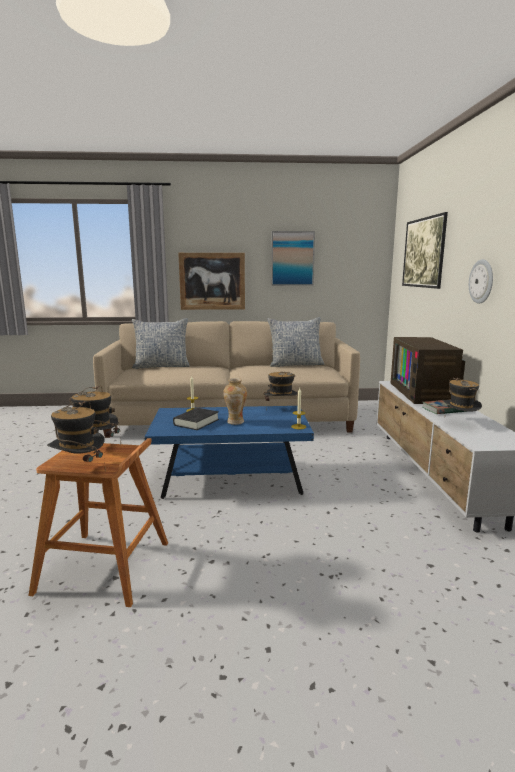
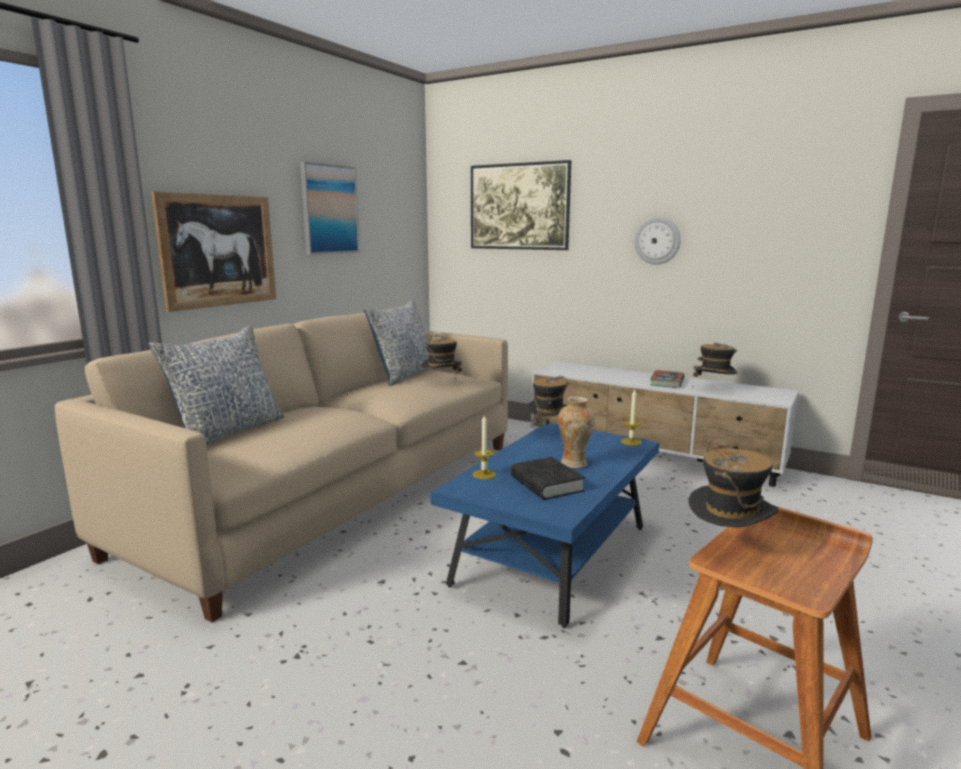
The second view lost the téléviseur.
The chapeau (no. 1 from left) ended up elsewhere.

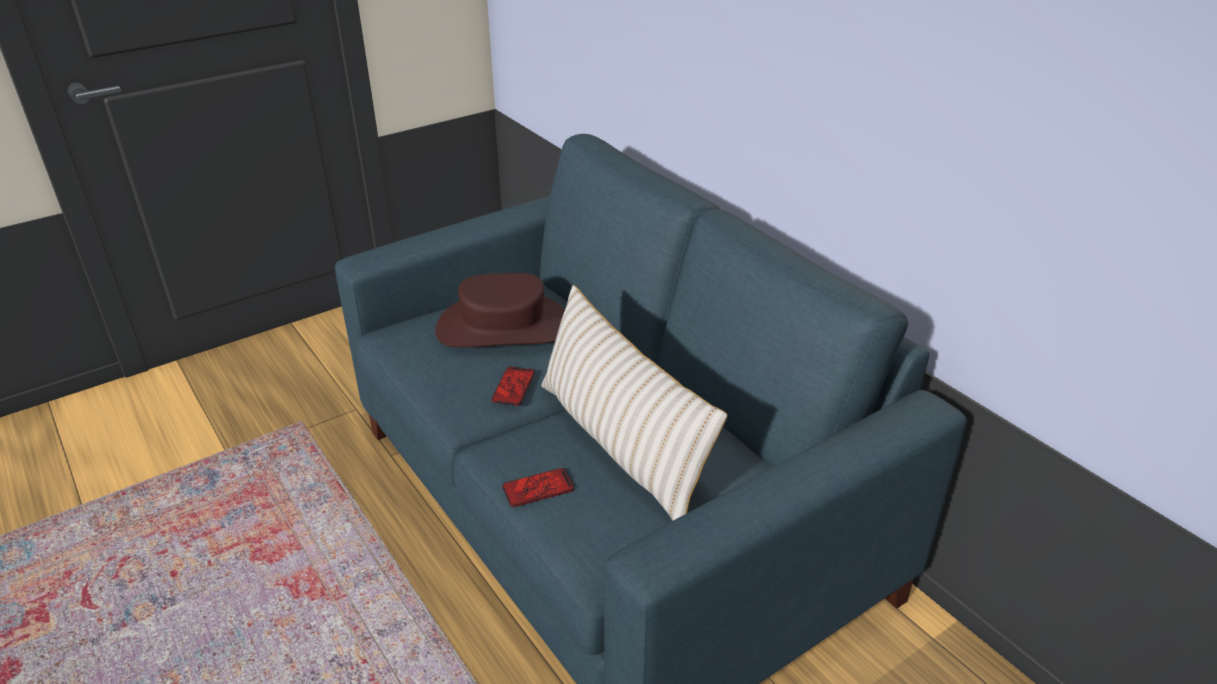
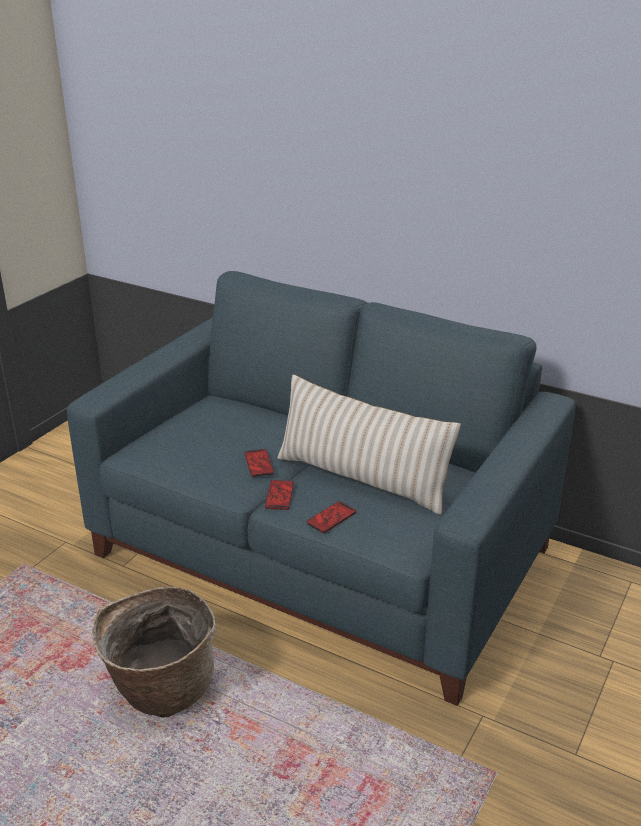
The second view lost the chapeau/marron.
The second view gained the téléphone (no. 2 from left).
The second view gained the panier.

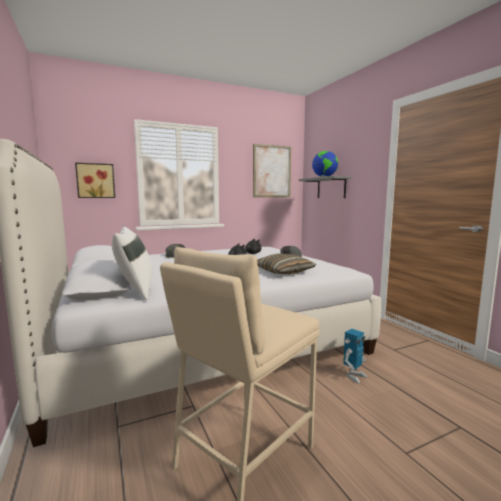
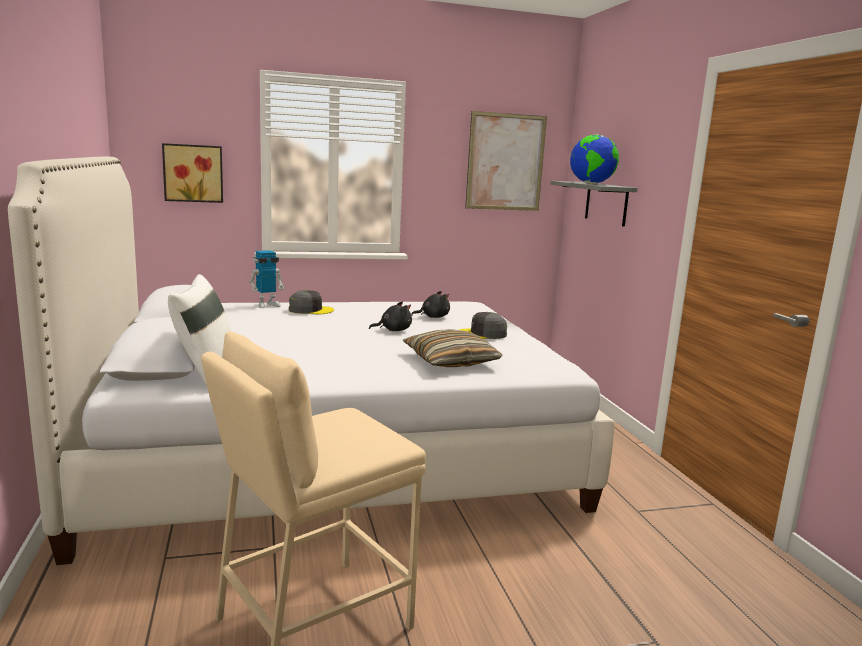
The robot jouet ended up elsewhere.

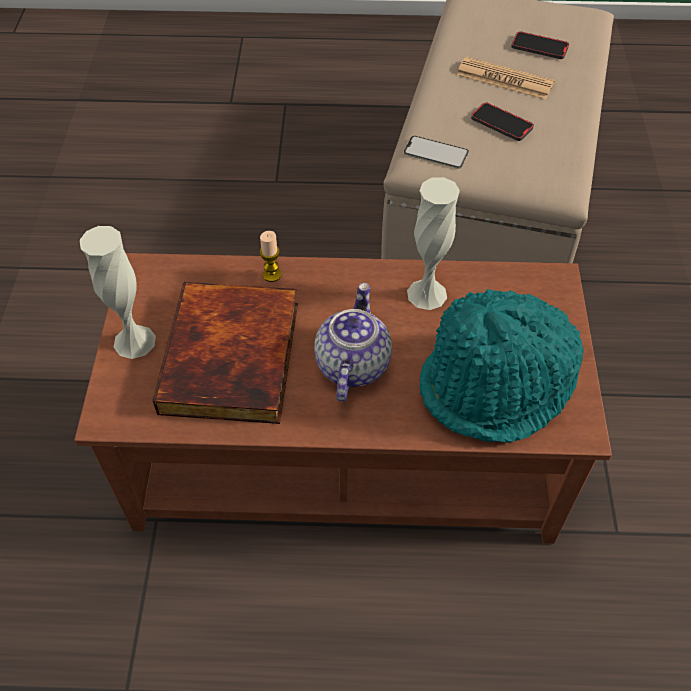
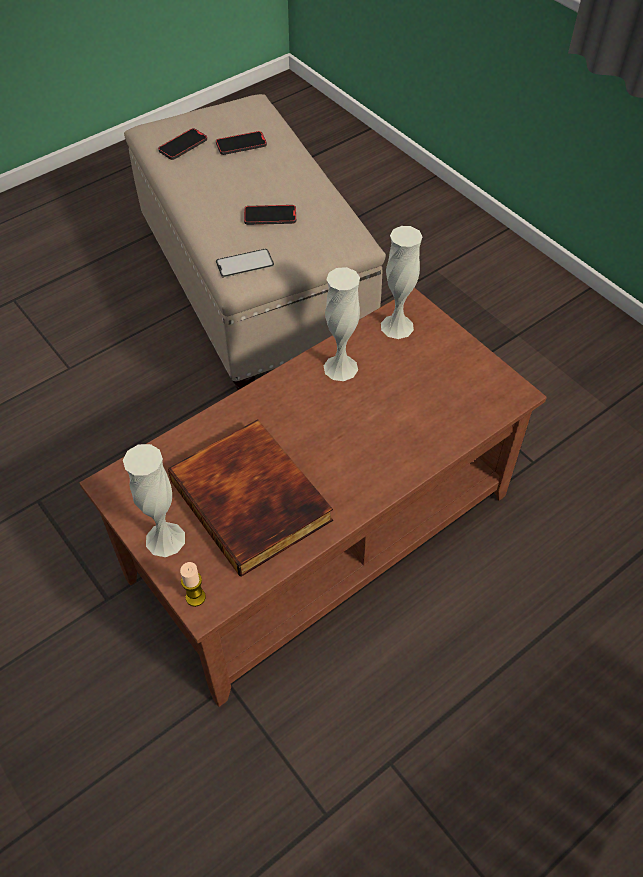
The second view lost the journal.
The bougie ended up elsewhere.
The second view lost the théière.
The second view lost the chapeau/turquoise.
The second view gained the téléphone (no. 1 from left).
The second view gained the vase/blanc (no. 3 from left).

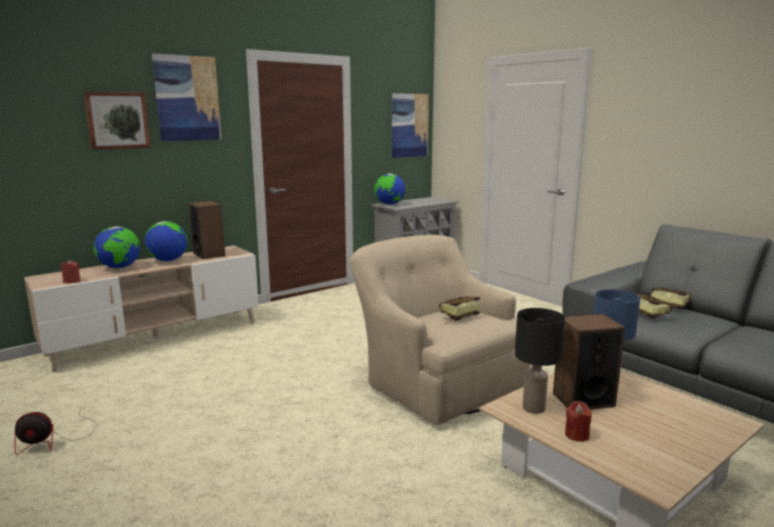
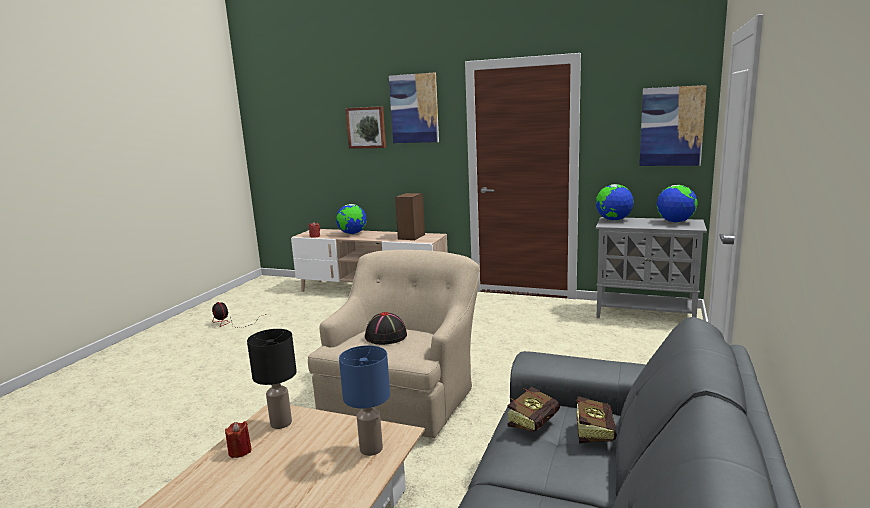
The globe (no. 2 from left in the first image) ended up elsewhere.
Where the livre (no. 1 from left) stood, the chapeau/noir came to stand.
The second view lost the enceinte (no. 2 from left).

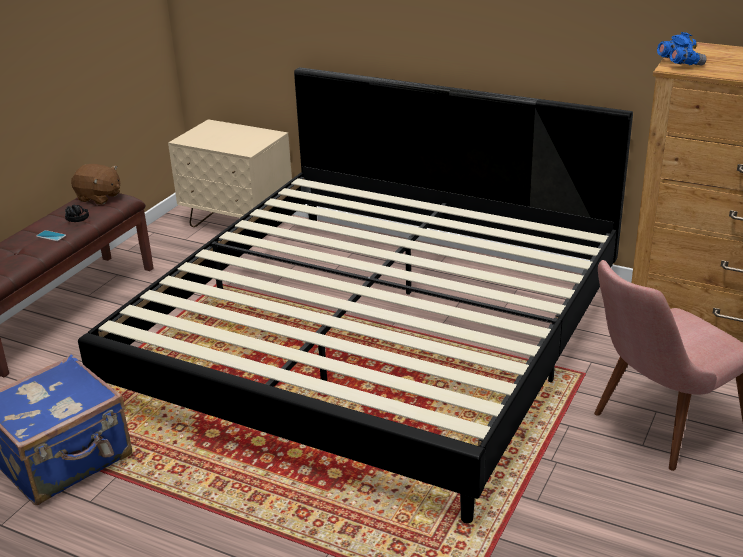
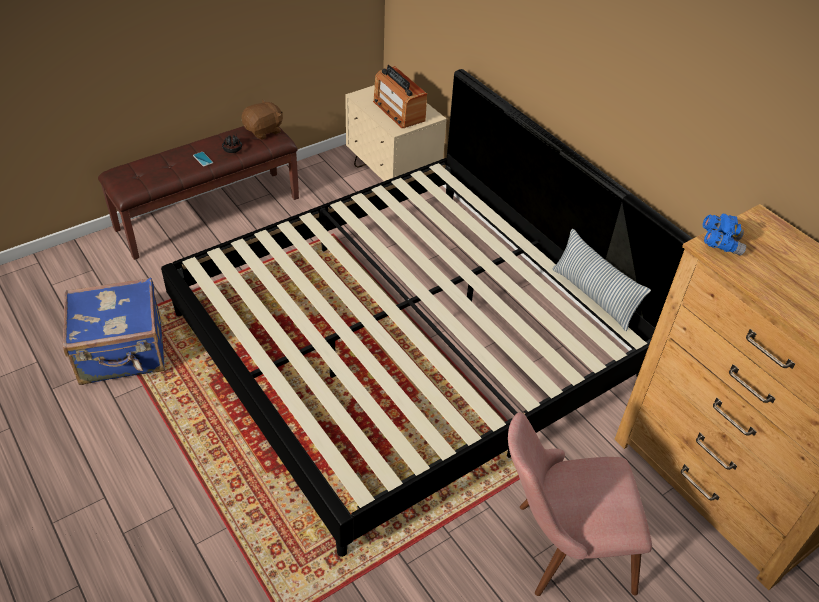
The peluche/marron ended up facing another way, 90 degrees counterclockwise from before.
The second view gained the radio.
The second view gained the coussin.

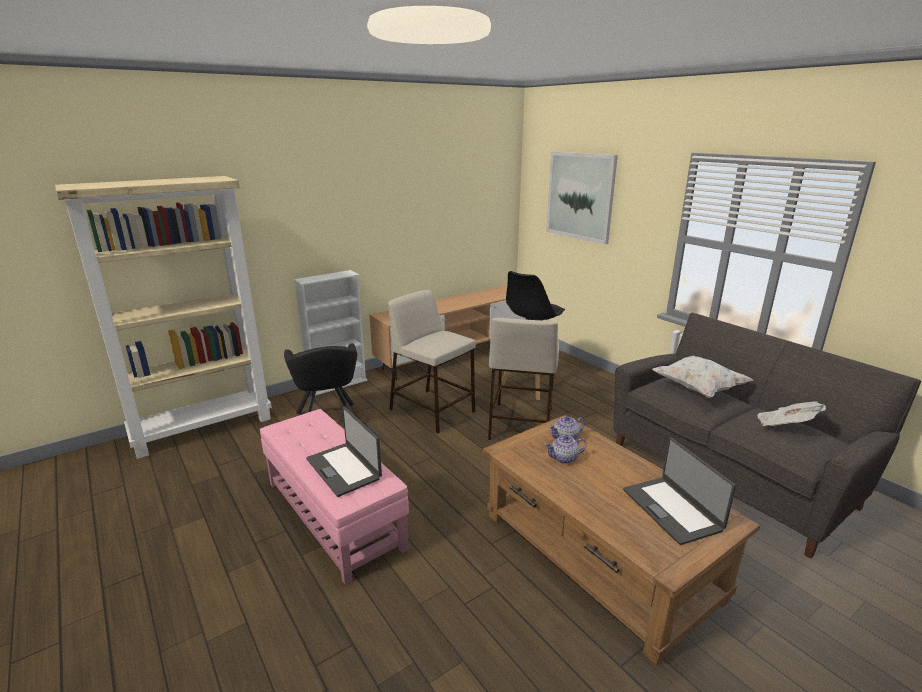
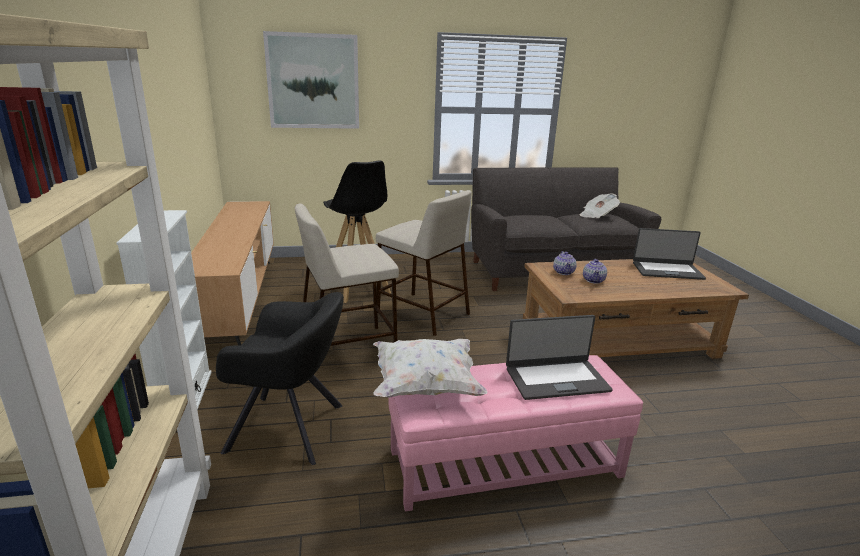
The coussin/blanc ended up elsewhere.

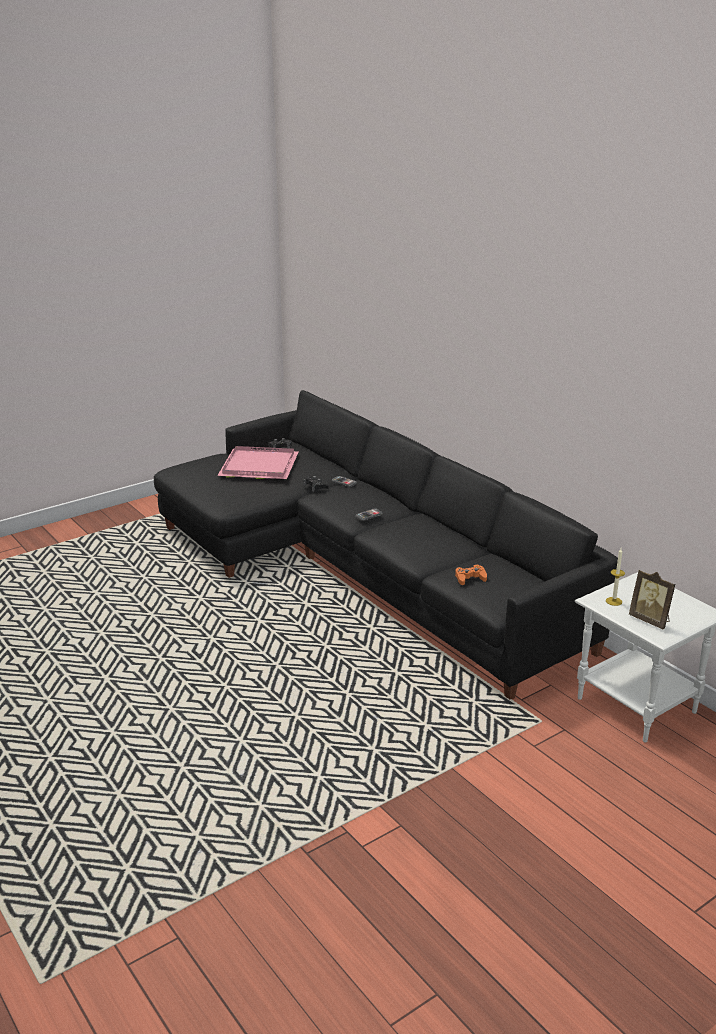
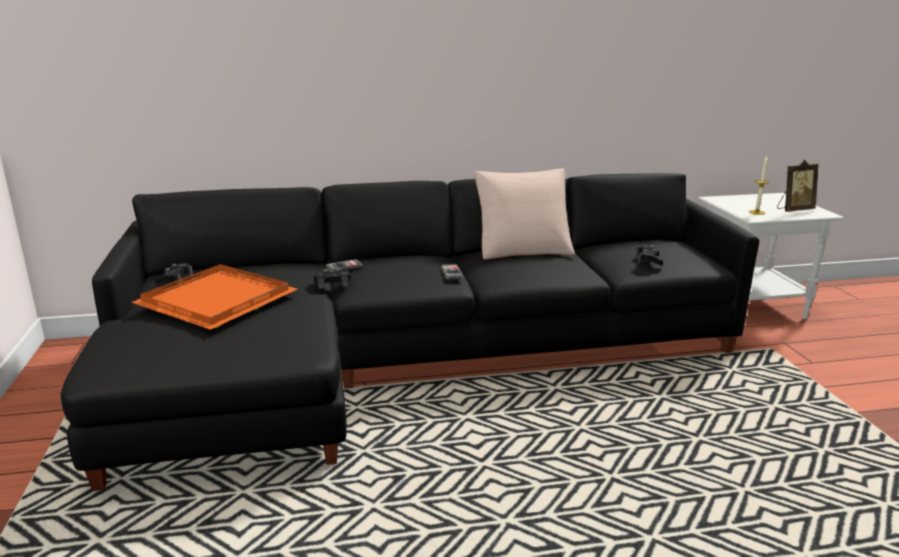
What was the plateau/rose turned into the plateau/orange.
What was the manette/orange turned into the manette/noir (no. 3 from left).
The second view gained the coussin/beige.

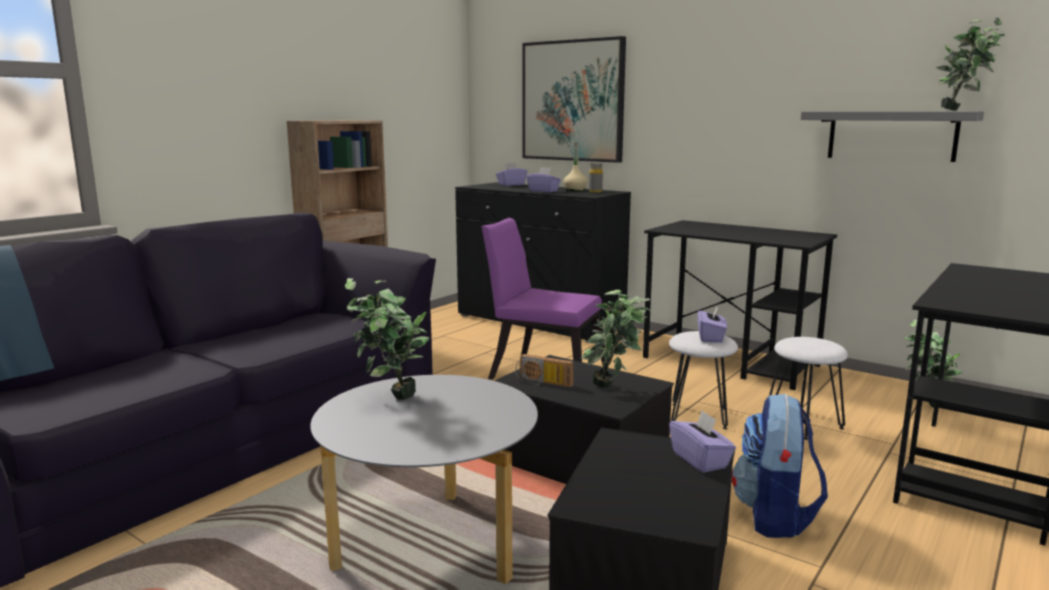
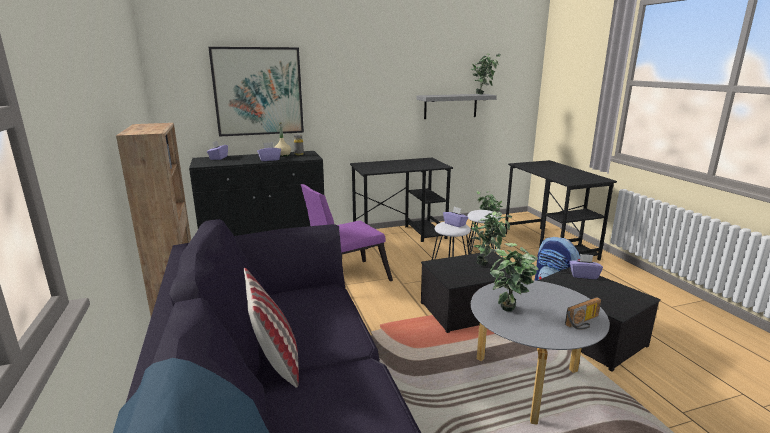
The radio ended up elsewhere.
The second view gained the coussin.

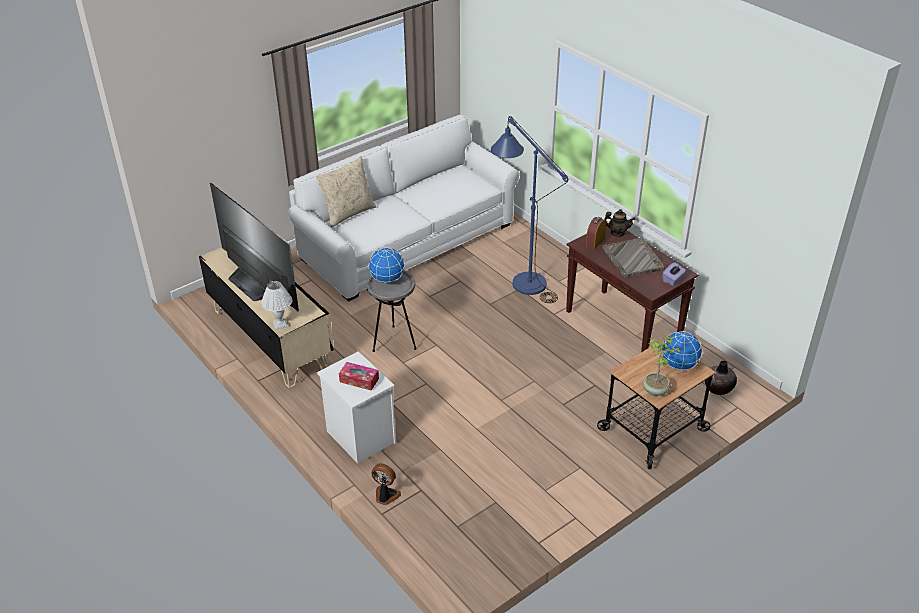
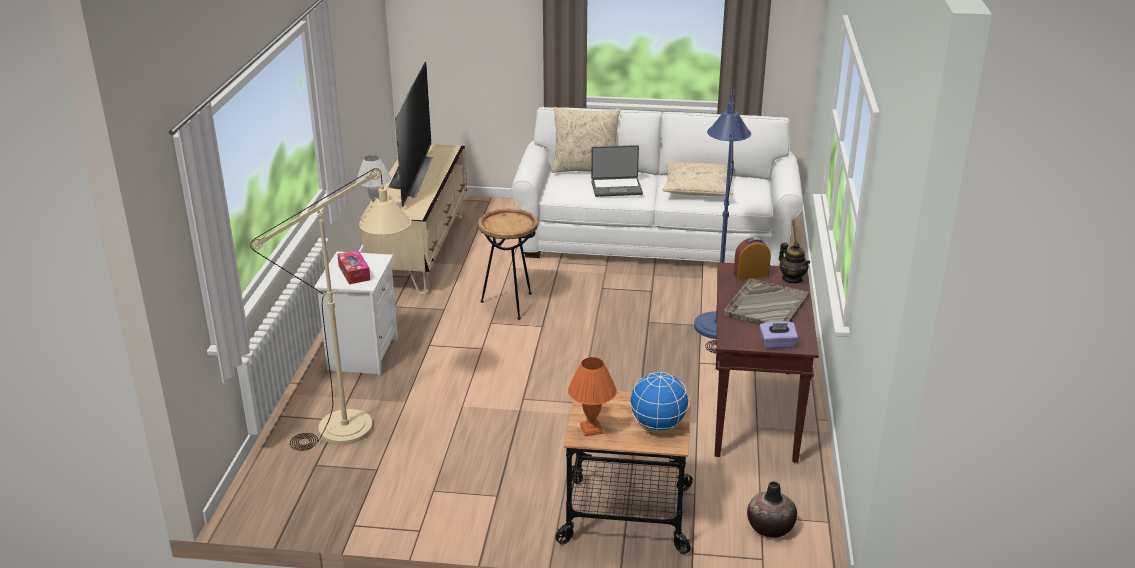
The second view lost the globe (no. 1 from left).
What was the table d'appoint/gris turned into the table d'appoint/marron.
Where the plante en pot stood, the lampe de table/orange came to stand.
The second view lost the ventilateur.
The second view gained the ordinateur portable.
The second view gained the coussin/beige (no. 2 from left).
The second view gained the lampadaire/beige.

